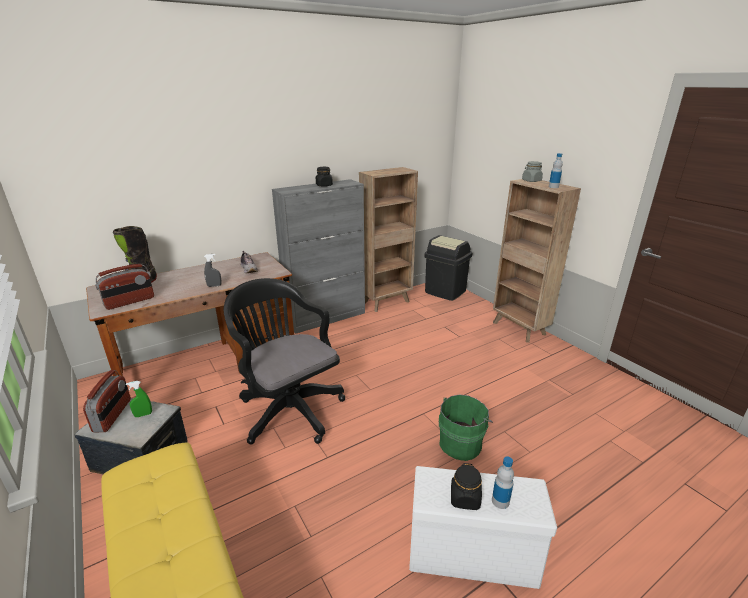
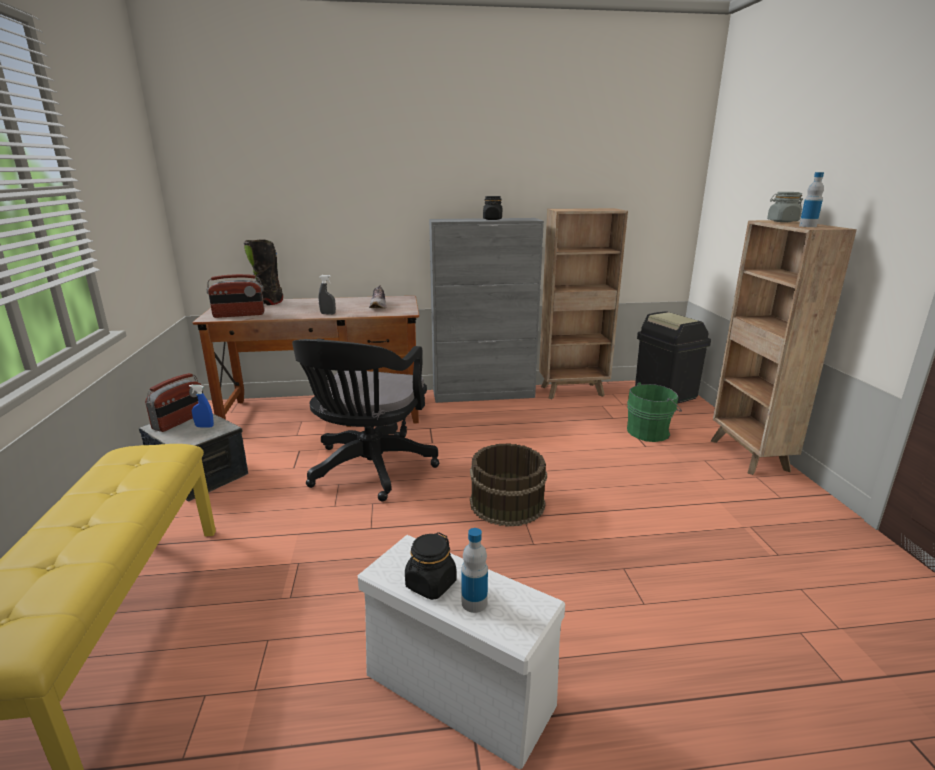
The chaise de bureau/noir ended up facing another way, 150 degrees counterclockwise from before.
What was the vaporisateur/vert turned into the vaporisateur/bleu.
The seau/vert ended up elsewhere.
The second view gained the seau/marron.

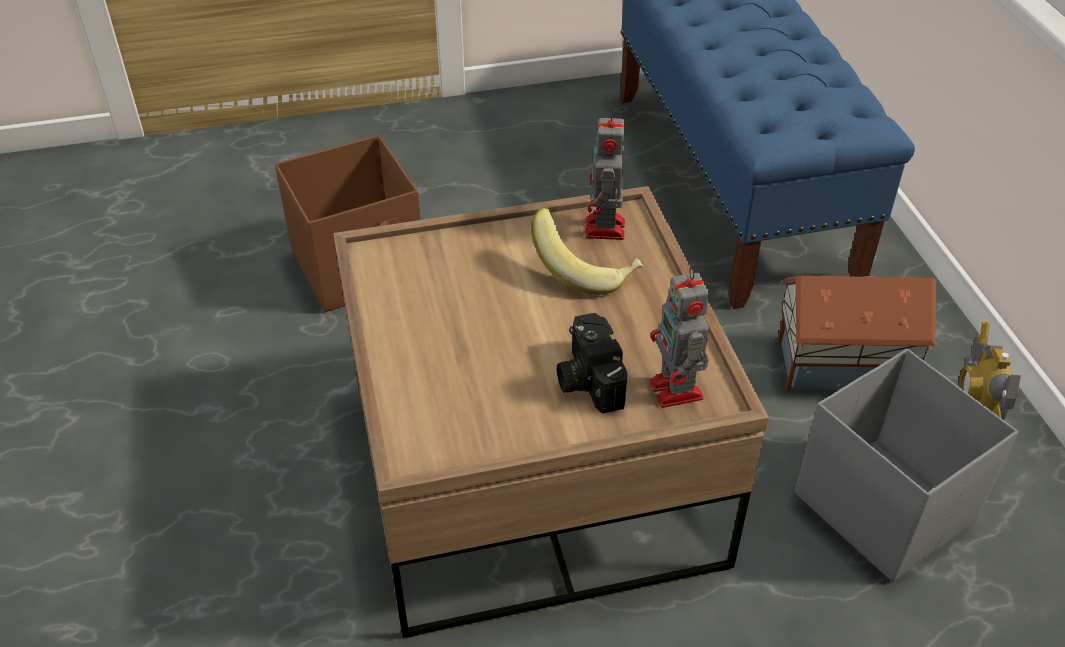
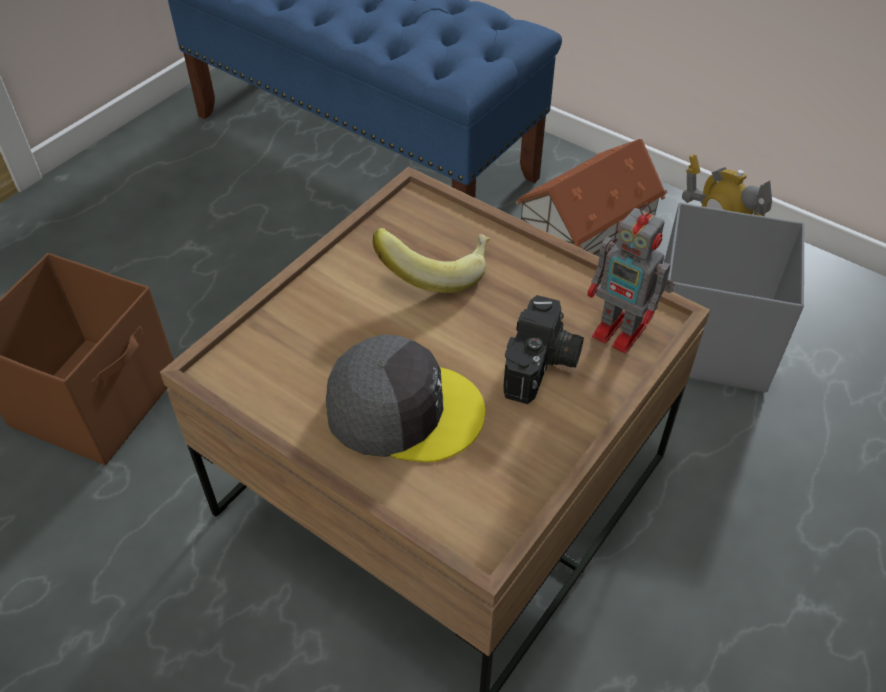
The second view lost the robot jouet (no. 1 from left).
The appareil photo ended up facing another way, 105 degrees counterclockwise from before.
The second view gained the casquette/gris.

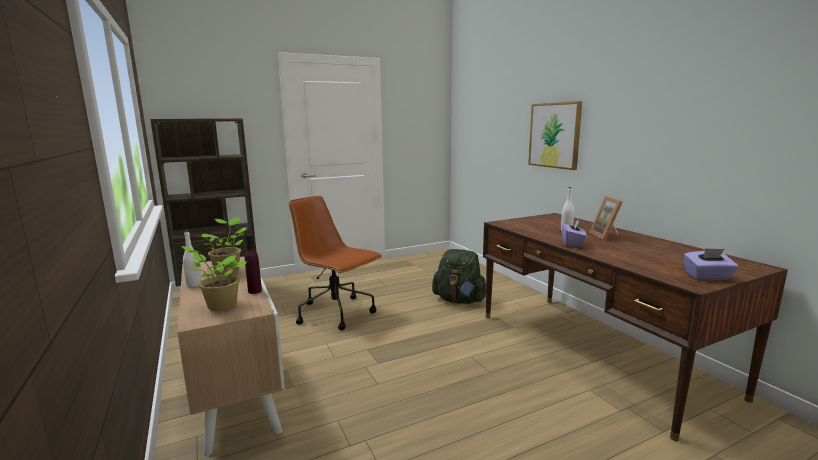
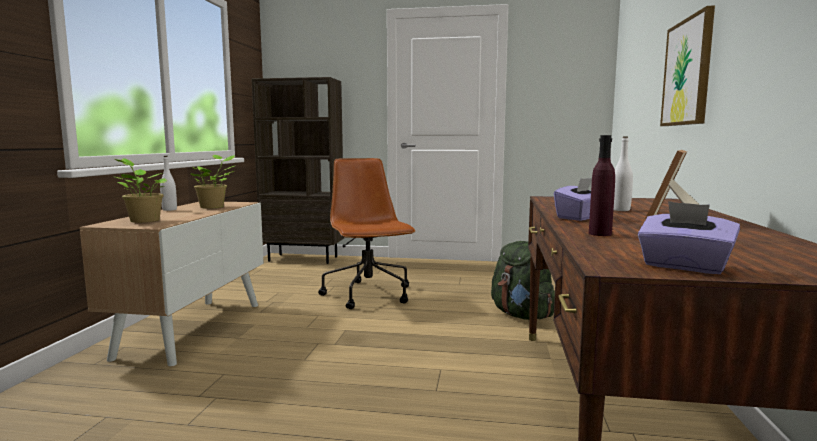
The bouteille/violet ended up elsewhere.

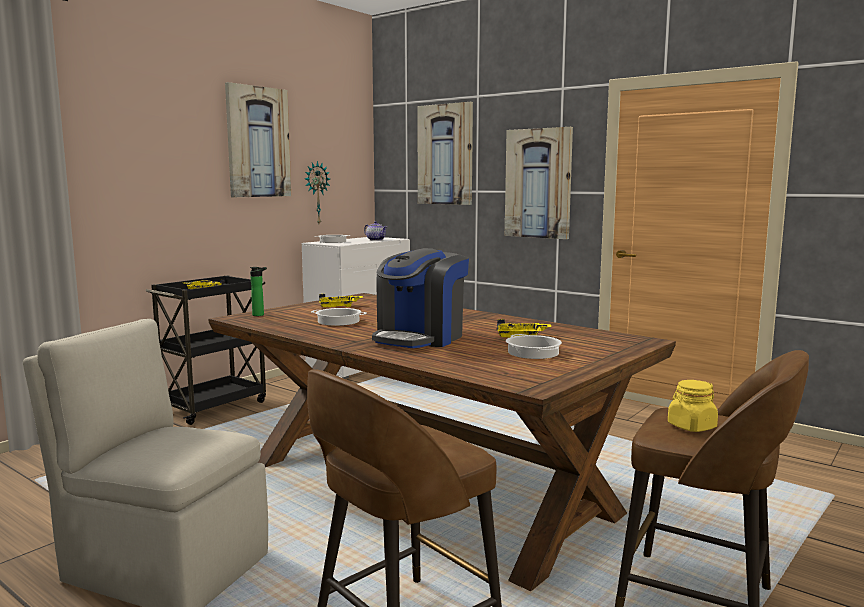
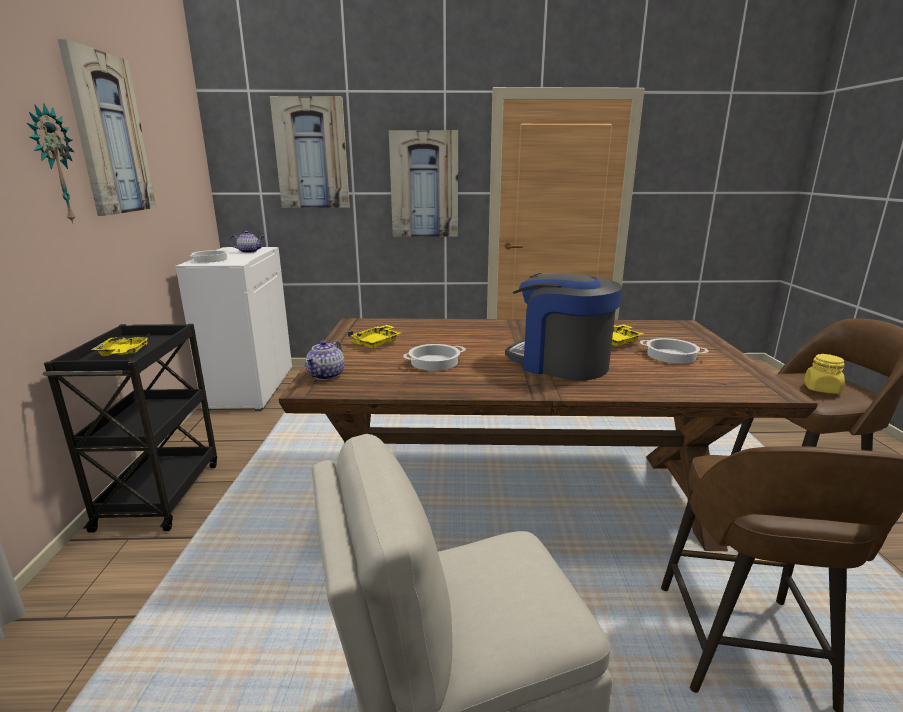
The horloge murale ended up elsewhere.
The machine à café ended up facing another way, 135 degrees clockwise from before.
Where the bouteille stood, the théière (no. 2 from left) came to stand.

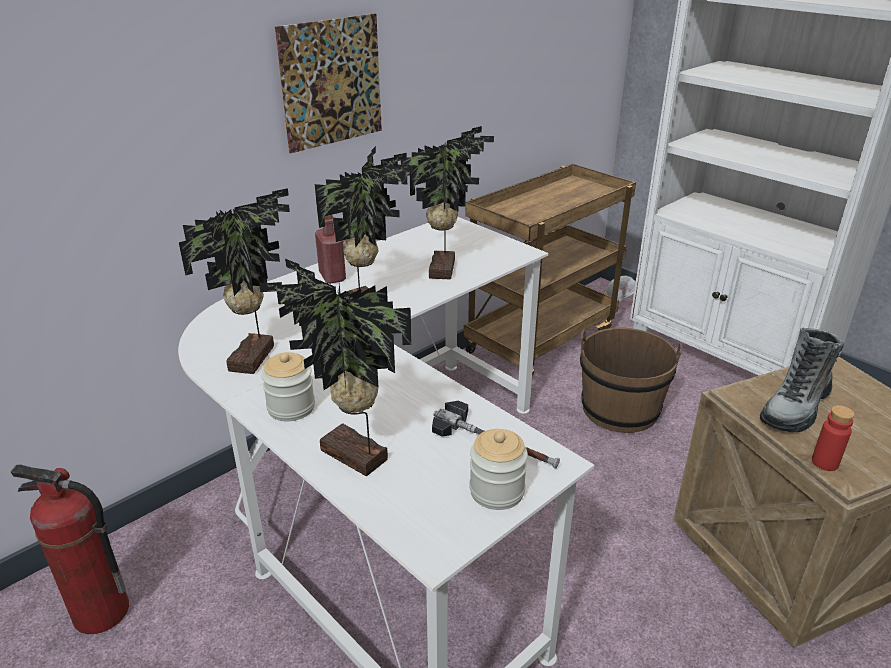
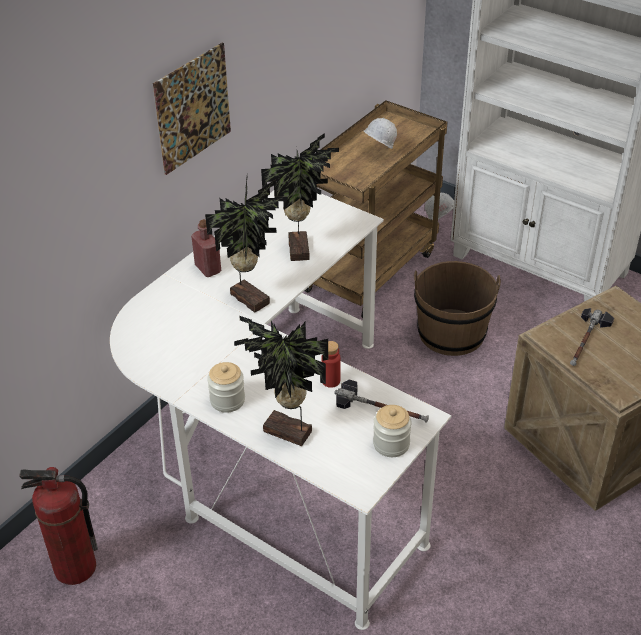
The second view lost the plante en pot (no. 1 from left).
Where the botte stood, the marteau (no. 2 from left) came to stand.
The bouteille/rouge (no. 2 from left) ended up elsewhere.
The second view gained the casque de chantier/blanc (no. 1 from left).

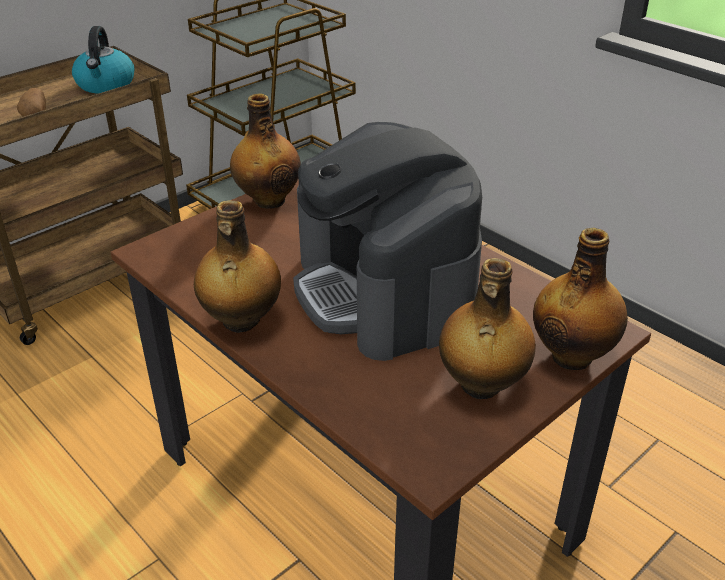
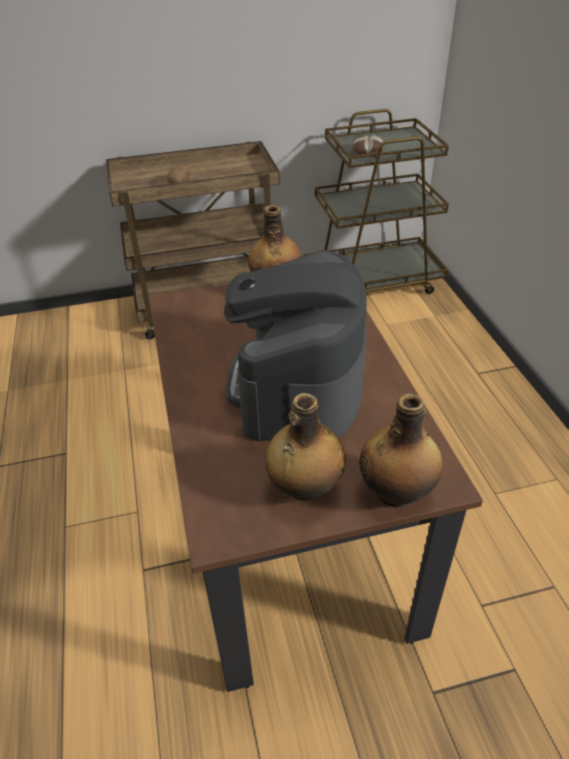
The second view lost the bouilloire.
The second view lost the bouteille (no. 1 from left).
The second view gained the pain.

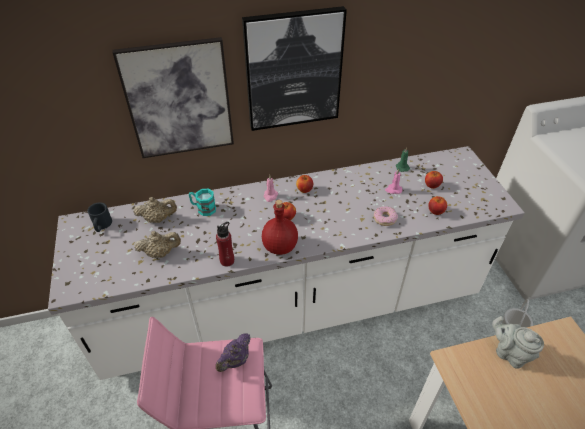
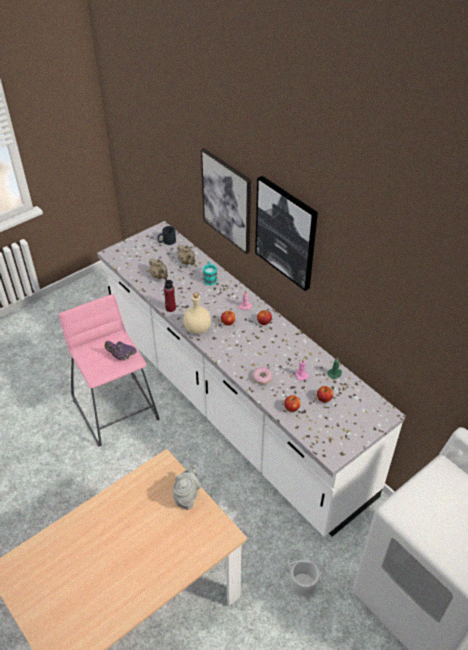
What was the bouteille/rouge (no. 2 from left) turned into the bouteille/beige.

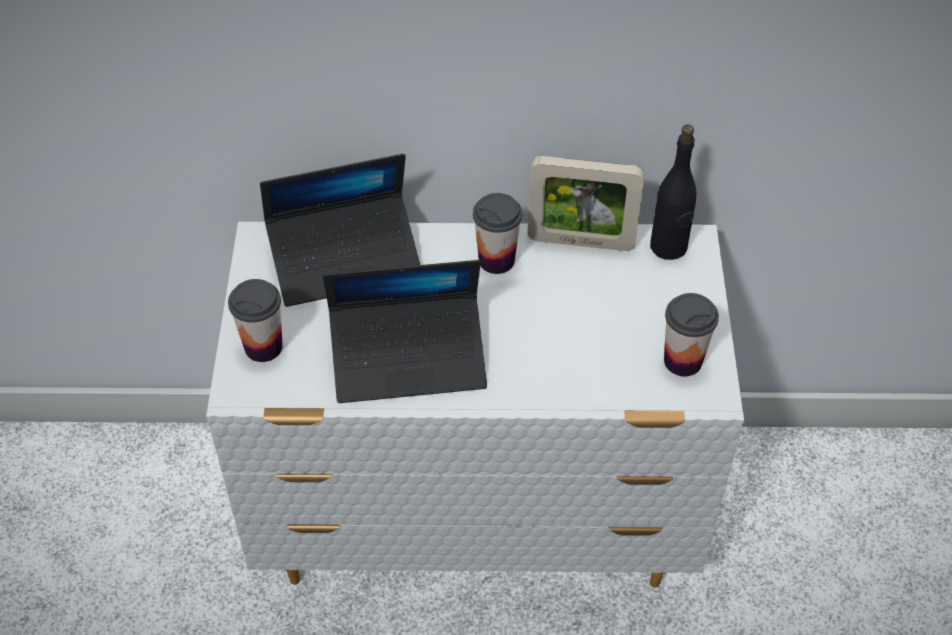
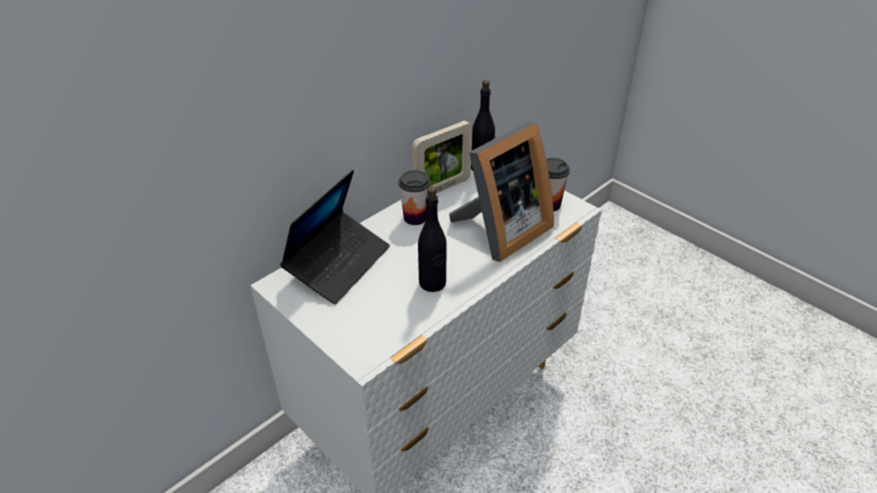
Where the ordinateur portable (no. 2 from left) stood, the bouteille/noir (no. 1 from left) came to stand.
The second view lost the tasse (no. 1 from left).
The second view gained the cadre photo (no. 2 from left).

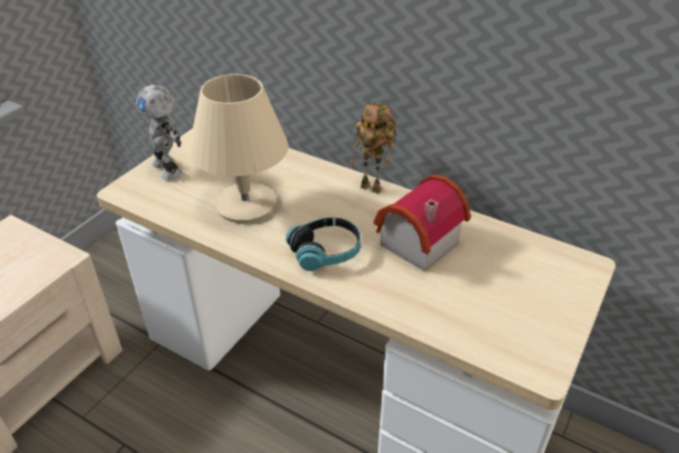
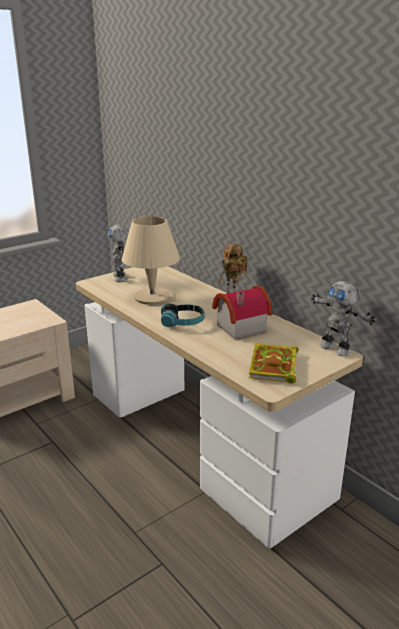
The second view gained the robot jouet (no. 3 from left).
The second view gained the livre.

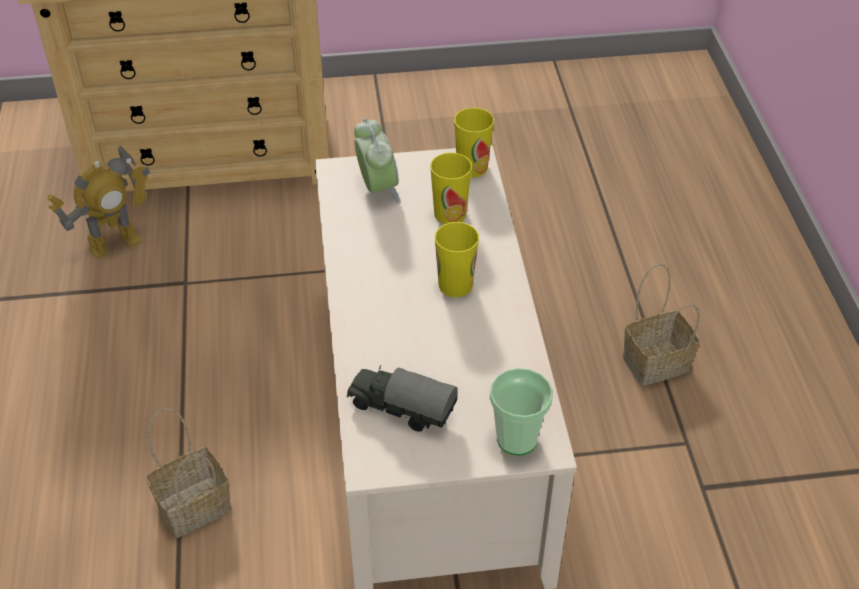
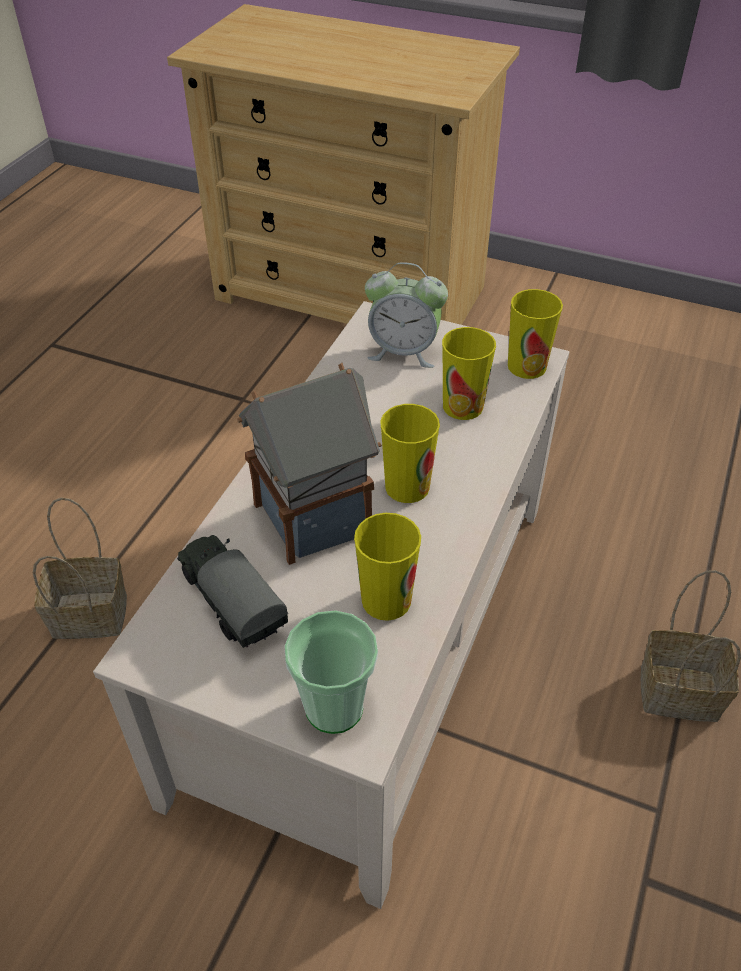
The réveil ended up facing another way, 90 degrees clockwise from before.
The second view lost the robot jouet.
The second view gained the maison miniature.
The second view gained the tasse (no. 2 from left).

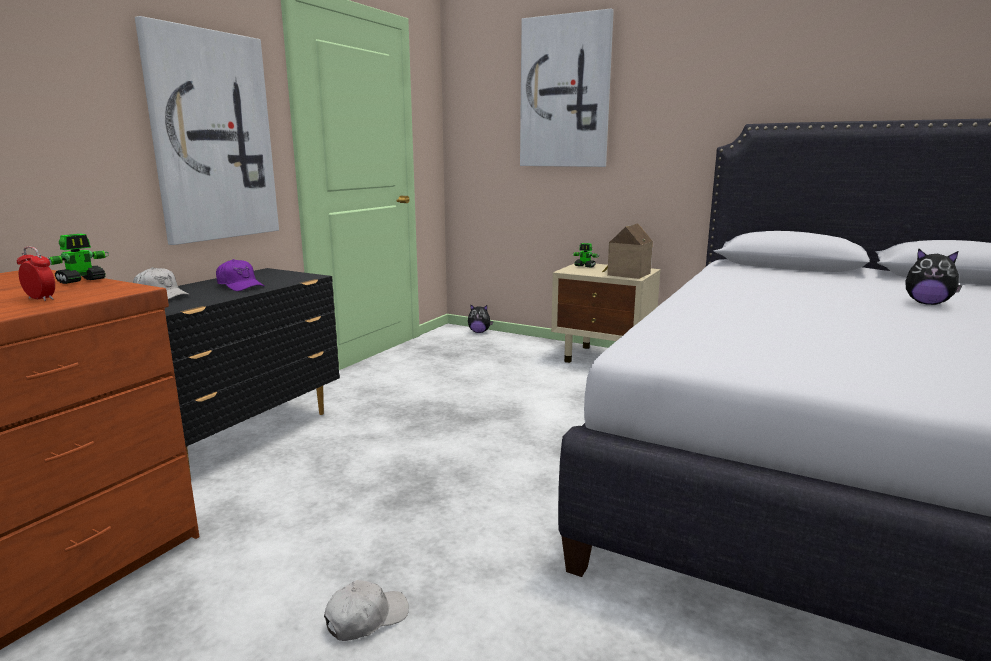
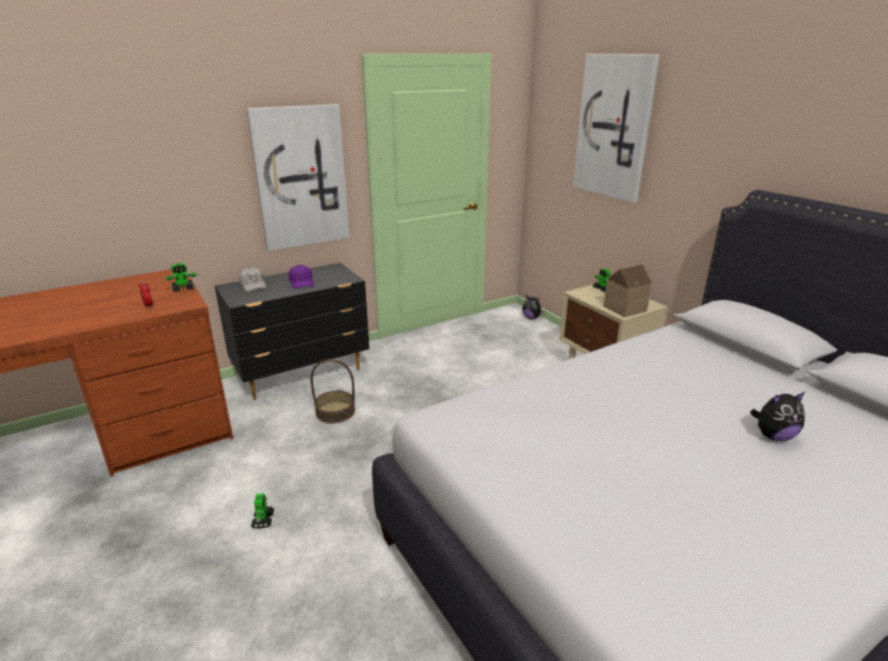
The peluche (no. 2 from left) ended up facing another way, 75 degrees counterclockwise from before.
Where the casquette/blanc (no. 2 from left) stood, the robot jouet (no. 2 from left) came to stand.
The second view gained the panier.

